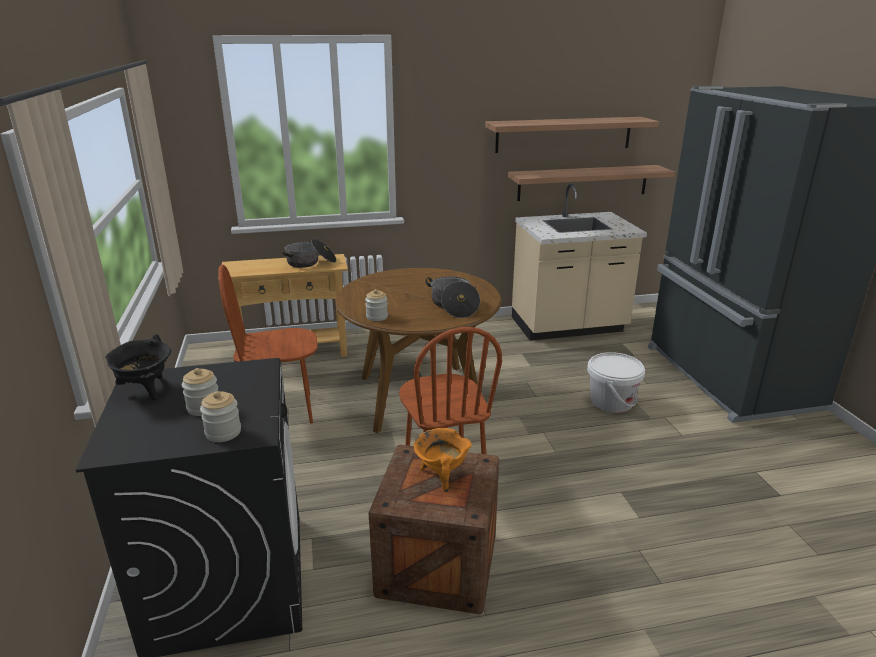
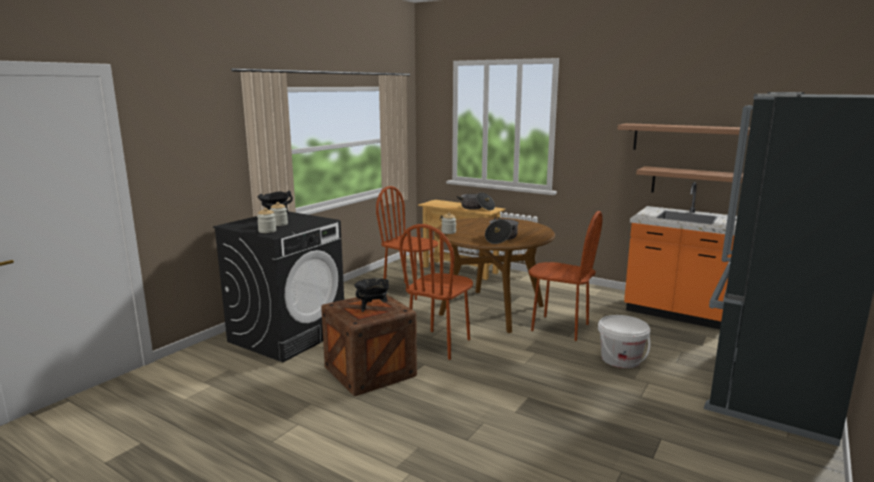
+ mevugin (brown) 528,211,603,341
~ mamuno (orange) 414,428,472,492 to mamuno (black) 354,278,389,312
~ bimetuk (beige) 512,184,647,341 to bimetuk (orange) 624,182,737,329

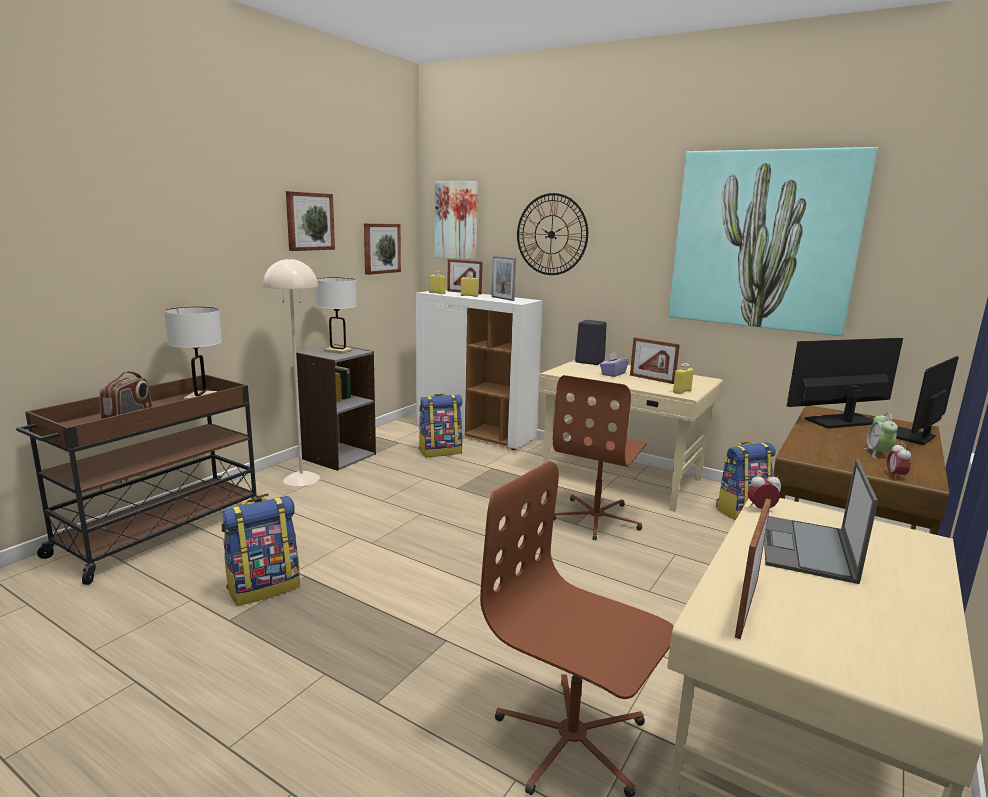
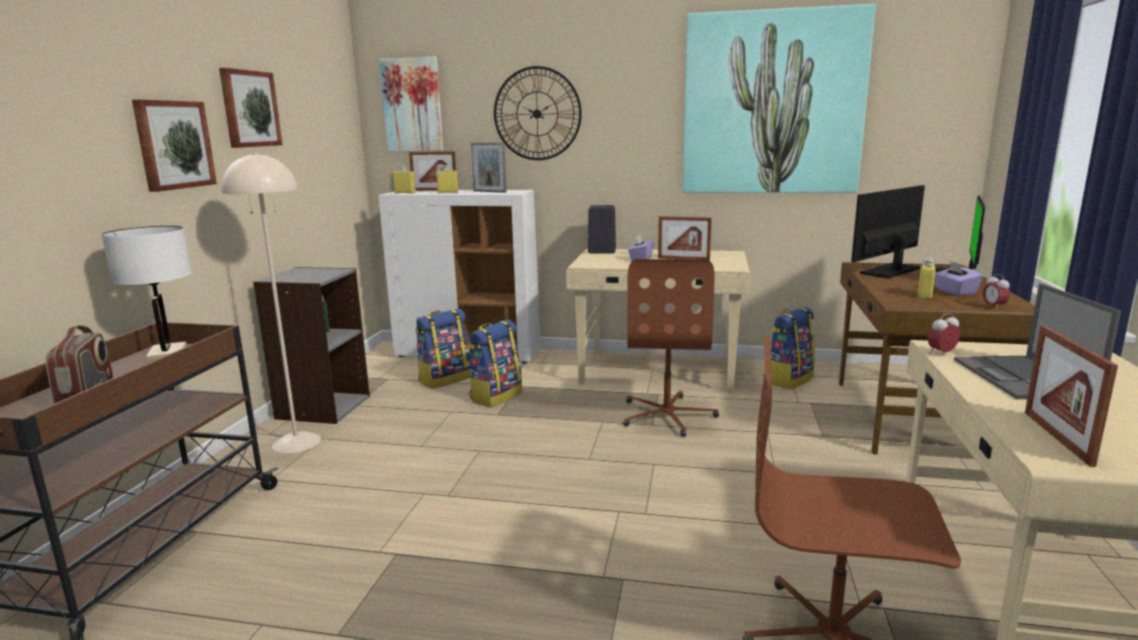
- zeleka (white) 315,277,357,354
~ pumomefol 221,496,300,606 to 468,320,522,407
~ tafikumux 364,223,401,275 to 132,100,217,192
~ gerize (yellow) 673,363,694,394 to 918,258,936,299
~ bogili 864,413,898,458 to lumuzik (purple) 935,261,982,296

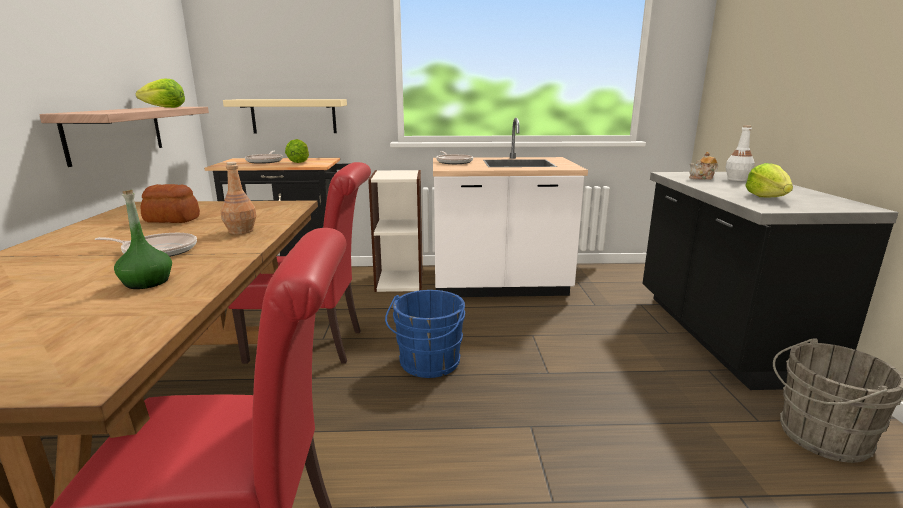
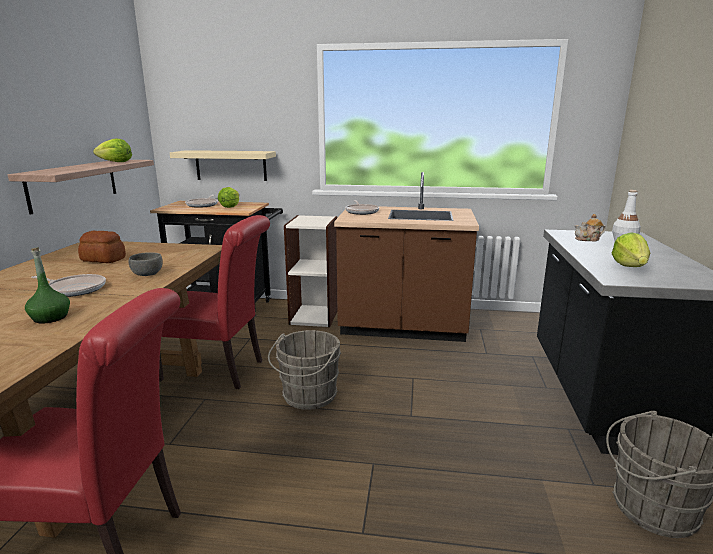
~ gerize (brown) 221,162,256,235 to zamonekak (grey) 129,252,163,276
~ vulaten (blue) 385,290,465,378 to vulaten (grey) 268,330,341,410
~ bimetuk (white) 433,118,588,297 to bimetuk (brown) 334,172,479,342

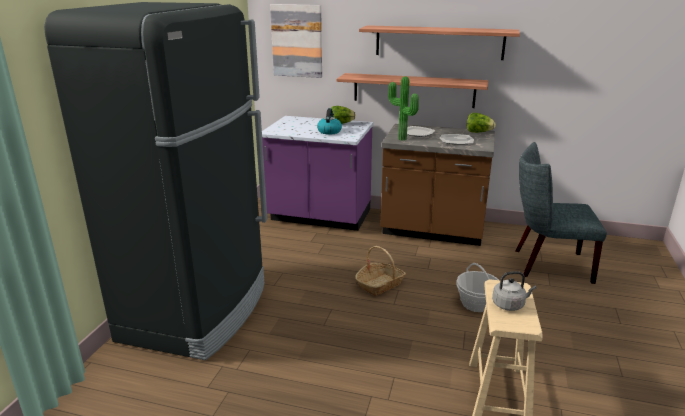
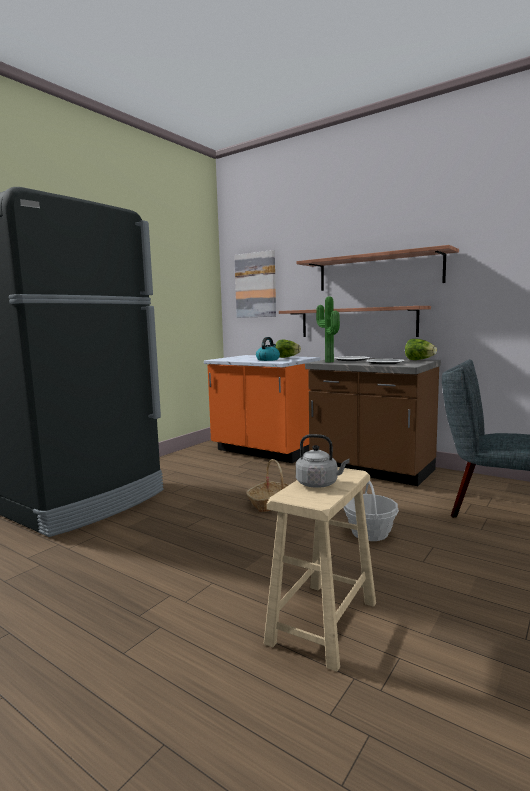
~ bimetuk (purple) 262,116,373,231 to bimetuk (orange) 204,355,321,463

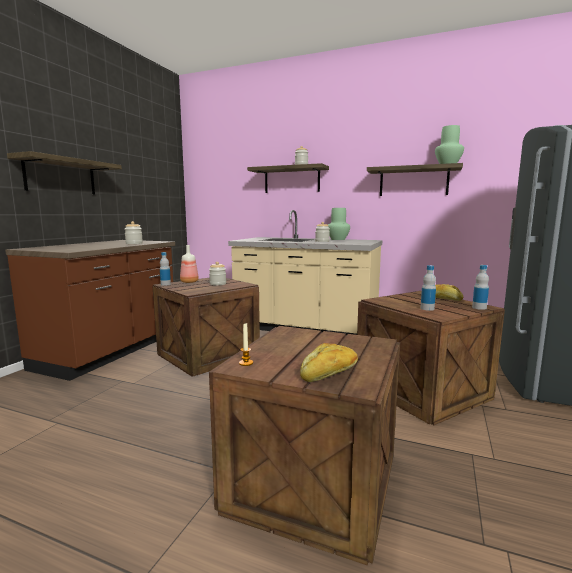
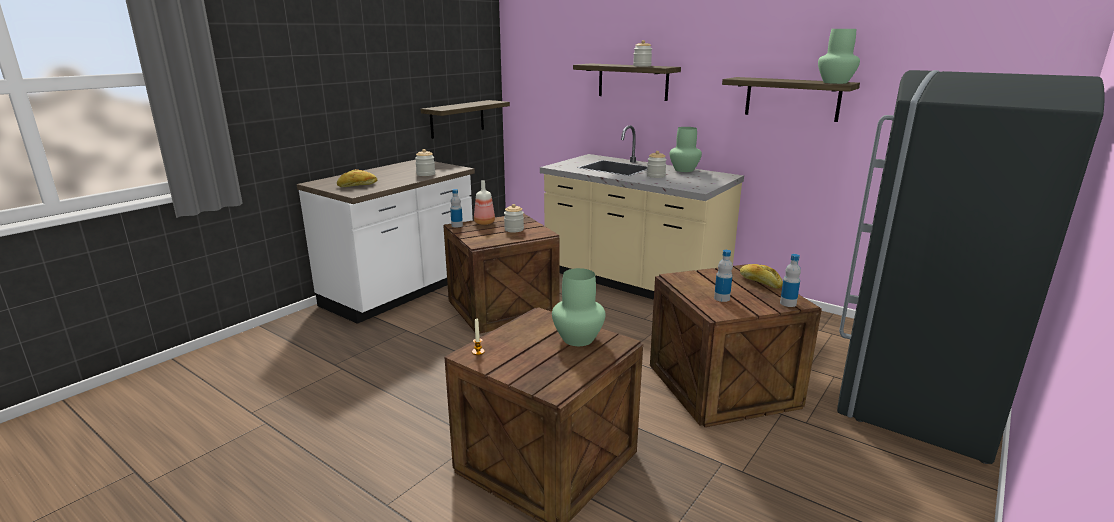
+ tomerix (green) 552,268,605,346
~ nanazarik 7,151,122,194 to 421,100,510,139
~ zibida 300,343,358,382 to 337,169,377,187
~ bimetuk (brown) 5,240,175,381 to bimetuk (white) 297,160,475,324

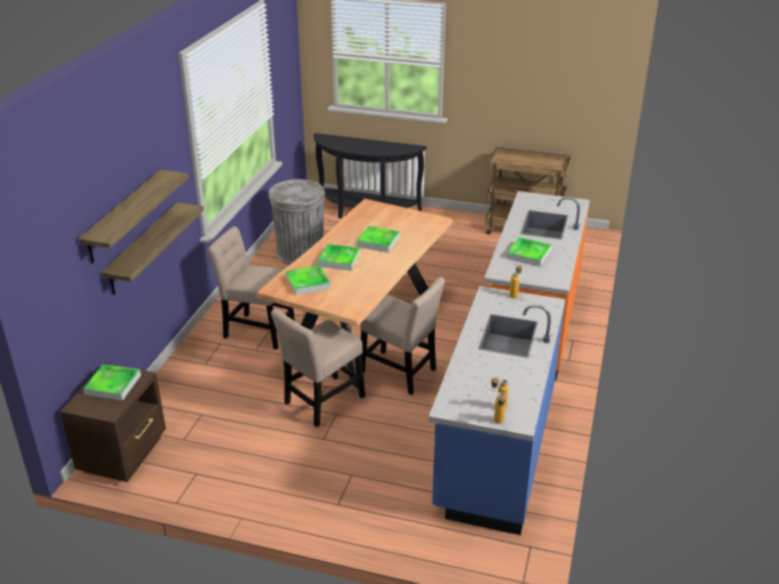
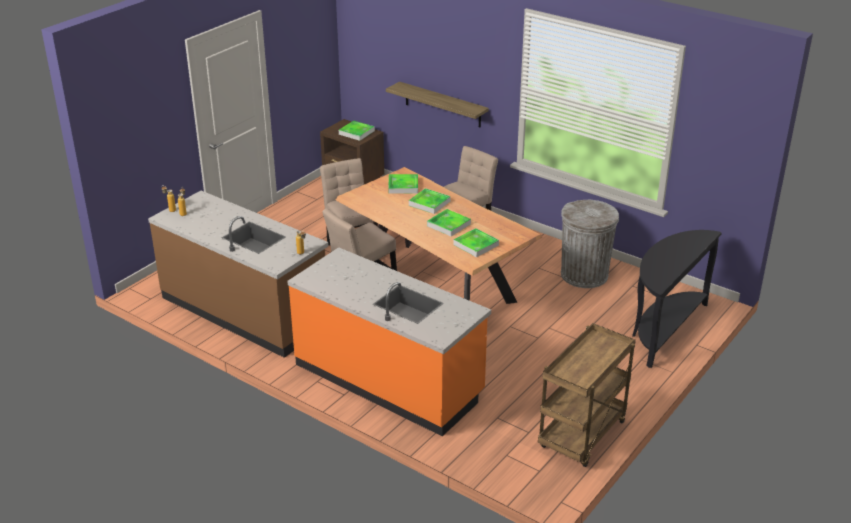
- nanazarik 78,170,189,263
~ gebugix 506,237,552,267 to 453,228,499,257
~ bimetuk (blue) 429,286,565,535 to bimetuk (brown) 148,191,329,358

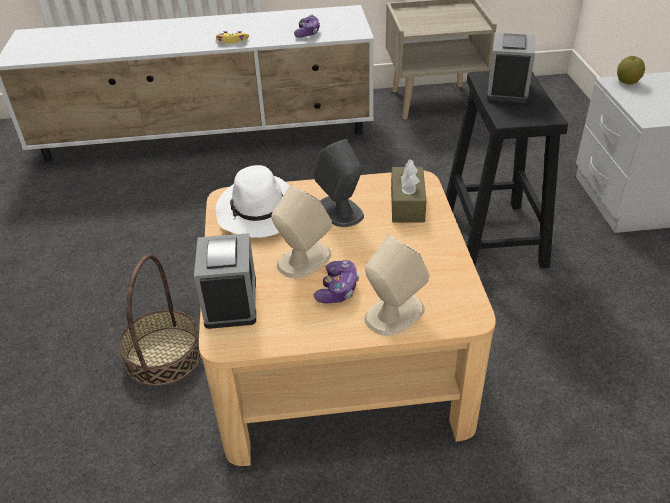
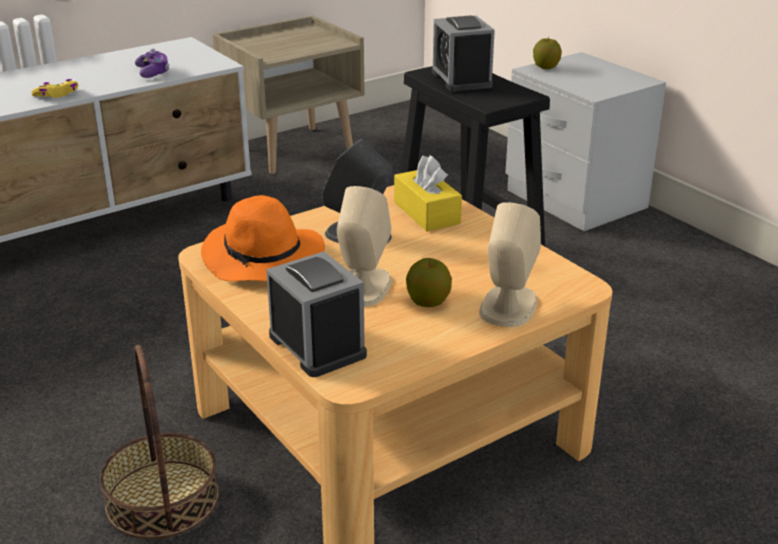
~ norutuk 314,260,359,303 to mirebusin 406,258,452,307
~ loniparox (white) 215,165,289,238 to loniparox (orange) 201,195,325,282
~ lumuzik (brown) 391,159,426,223 to lumuzik (yellow) 394,155,462,232

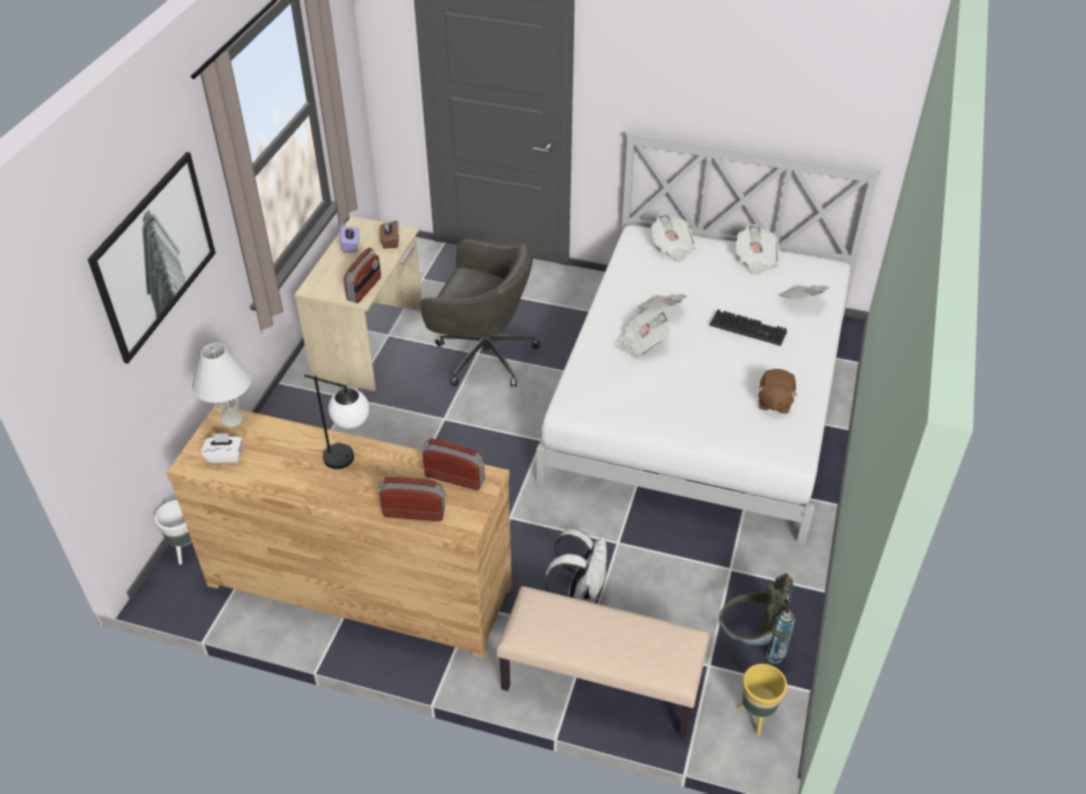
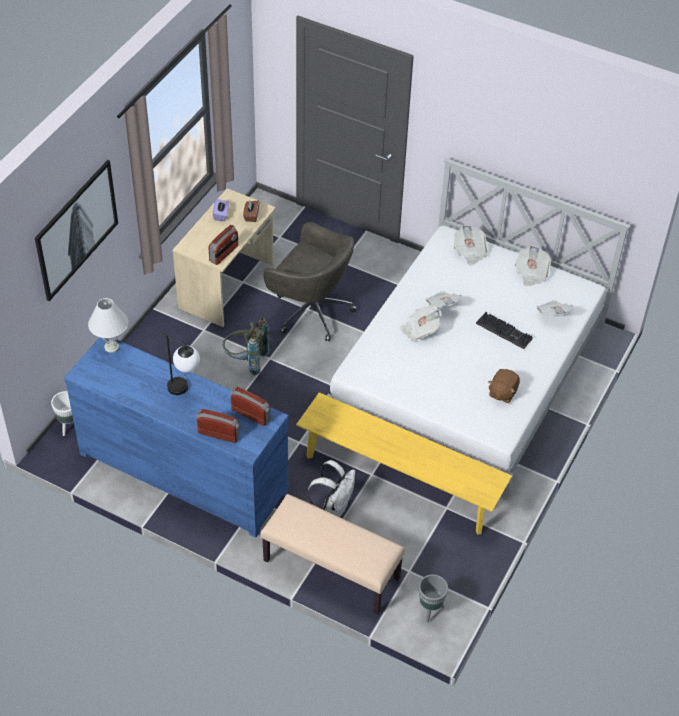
- lumuzik (white) 201,433,243,463
+ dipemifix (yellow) 296,392,512,535
~ pumomefol (grey) 719,573,795,664 to 222,317,270,375
~ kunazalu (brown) 166,404,512,658 to kunazalu (blue) 64,337,289,538
~ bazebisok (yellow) 738,664,787,735 to bazebisok (grey) 419,575,448,622

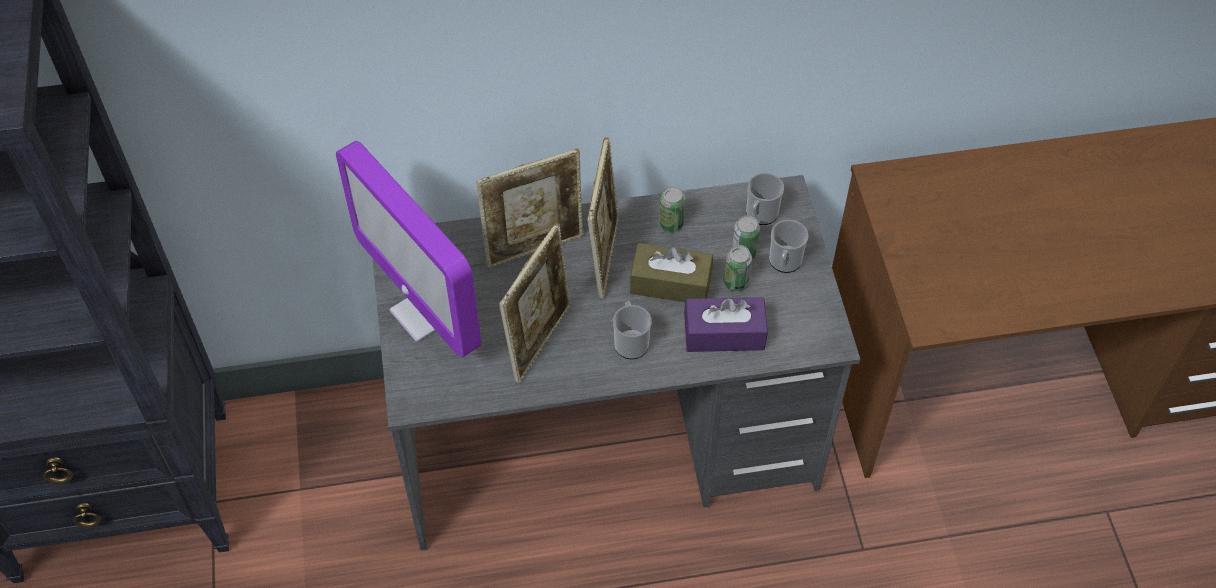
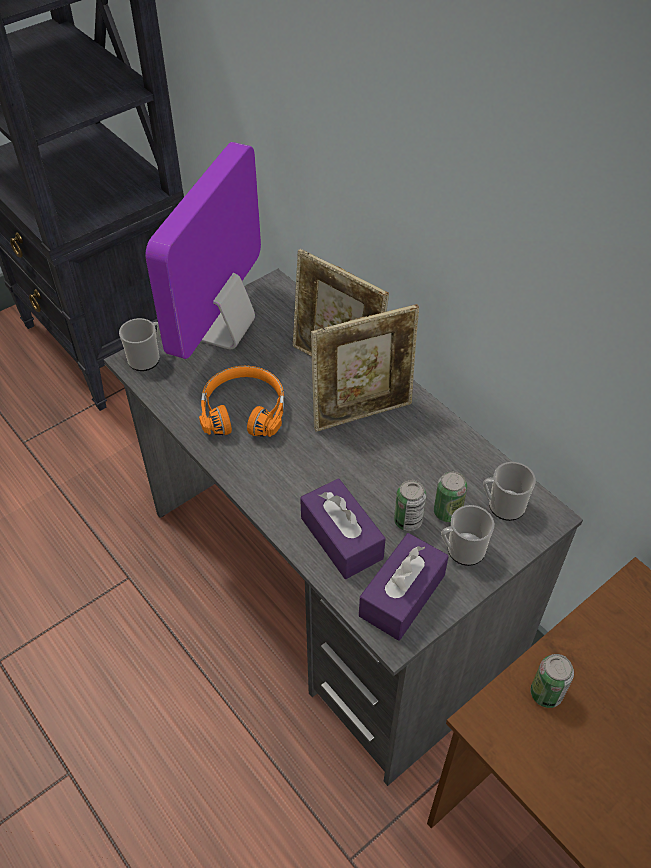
- lumuzik (brown) 630,243,713,302
+ lumuzik (purple) 359,533,449,641
~ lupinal 613,301,652,359 to 119,318,160,371
~ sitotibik 659,186,685,232 to 530,654,574,708
~ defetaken 499,223,571,383 to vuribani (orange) 199,366,284,437

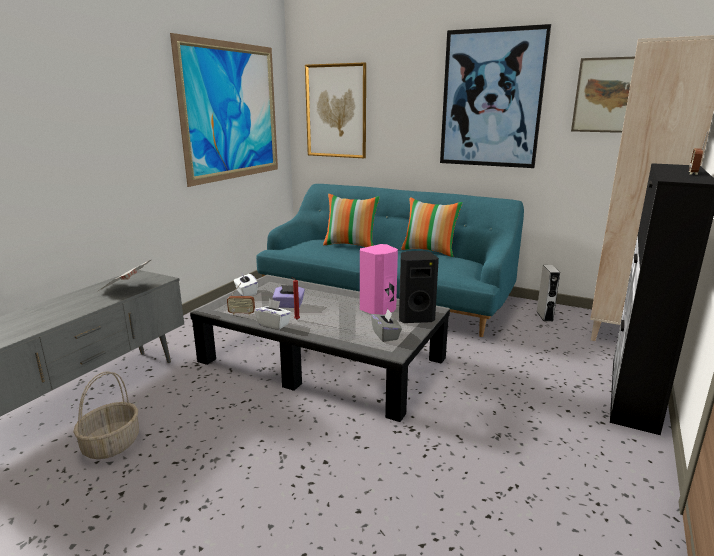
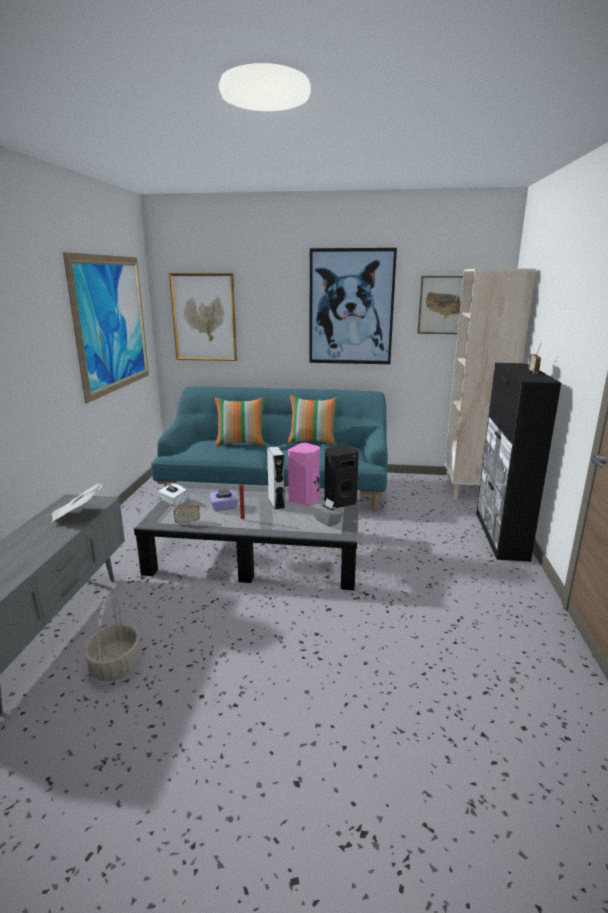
- lumuzik (white) 254,299,292,329
~ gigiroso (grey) 536,265,560,321 to 267,447,285,510

